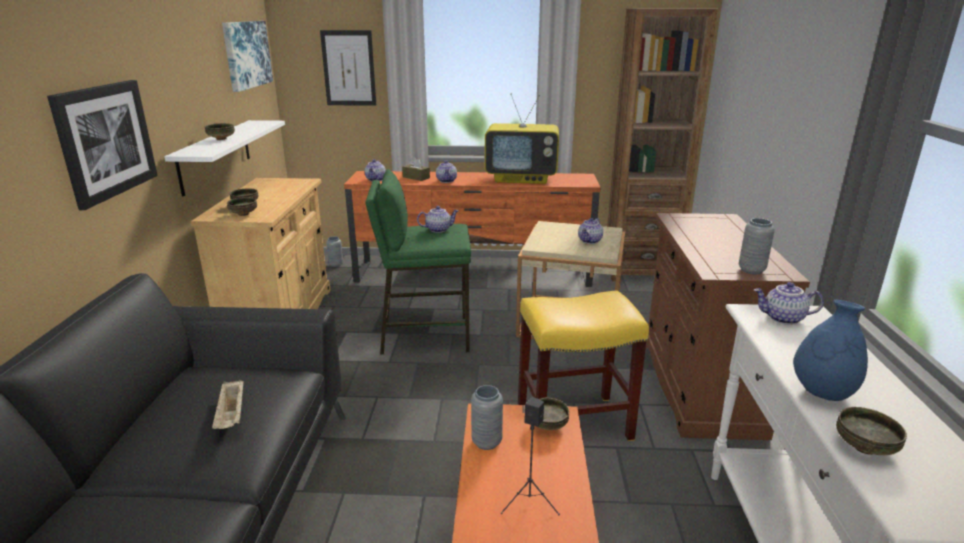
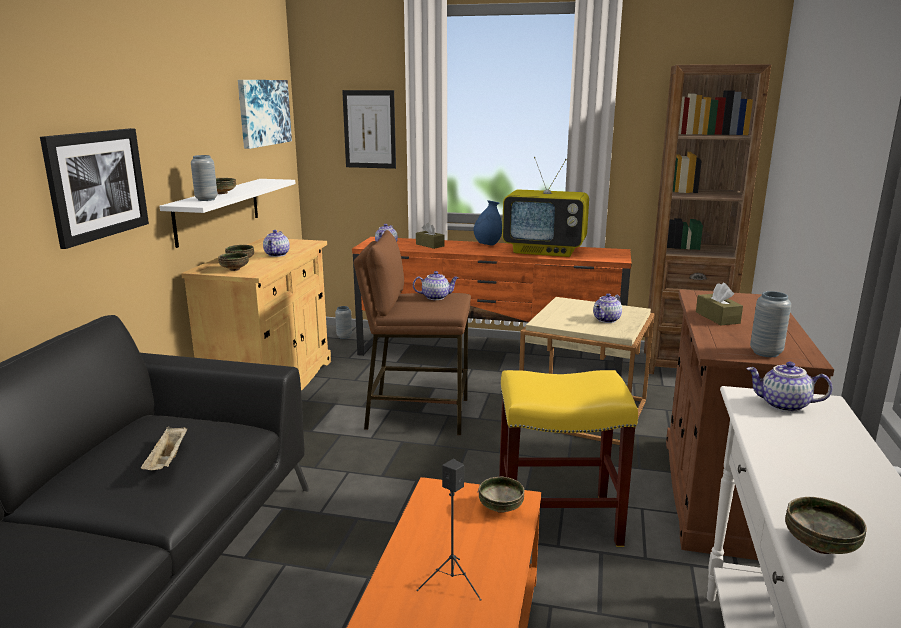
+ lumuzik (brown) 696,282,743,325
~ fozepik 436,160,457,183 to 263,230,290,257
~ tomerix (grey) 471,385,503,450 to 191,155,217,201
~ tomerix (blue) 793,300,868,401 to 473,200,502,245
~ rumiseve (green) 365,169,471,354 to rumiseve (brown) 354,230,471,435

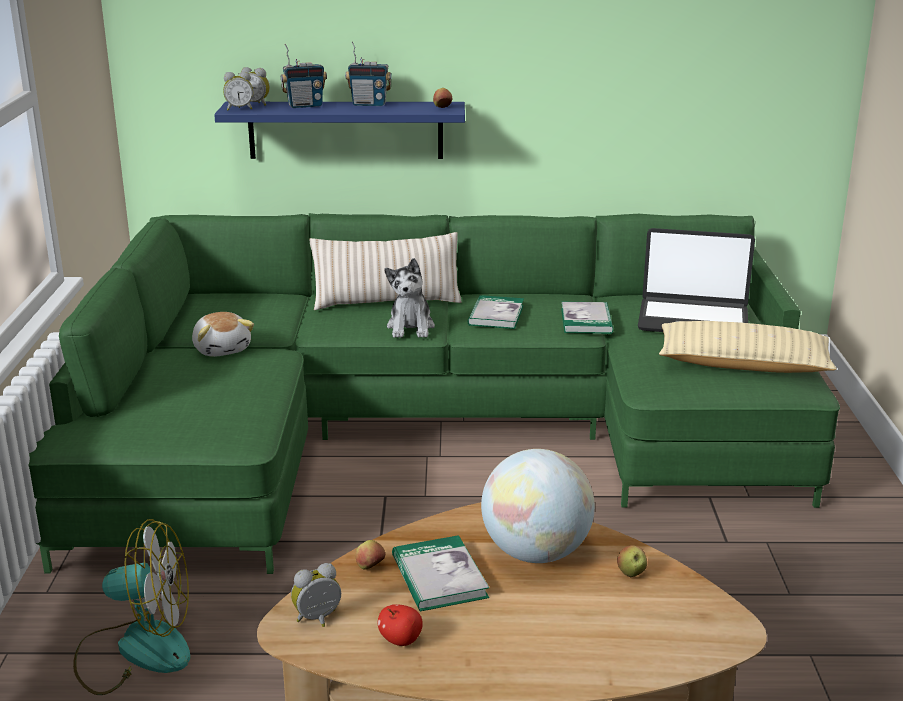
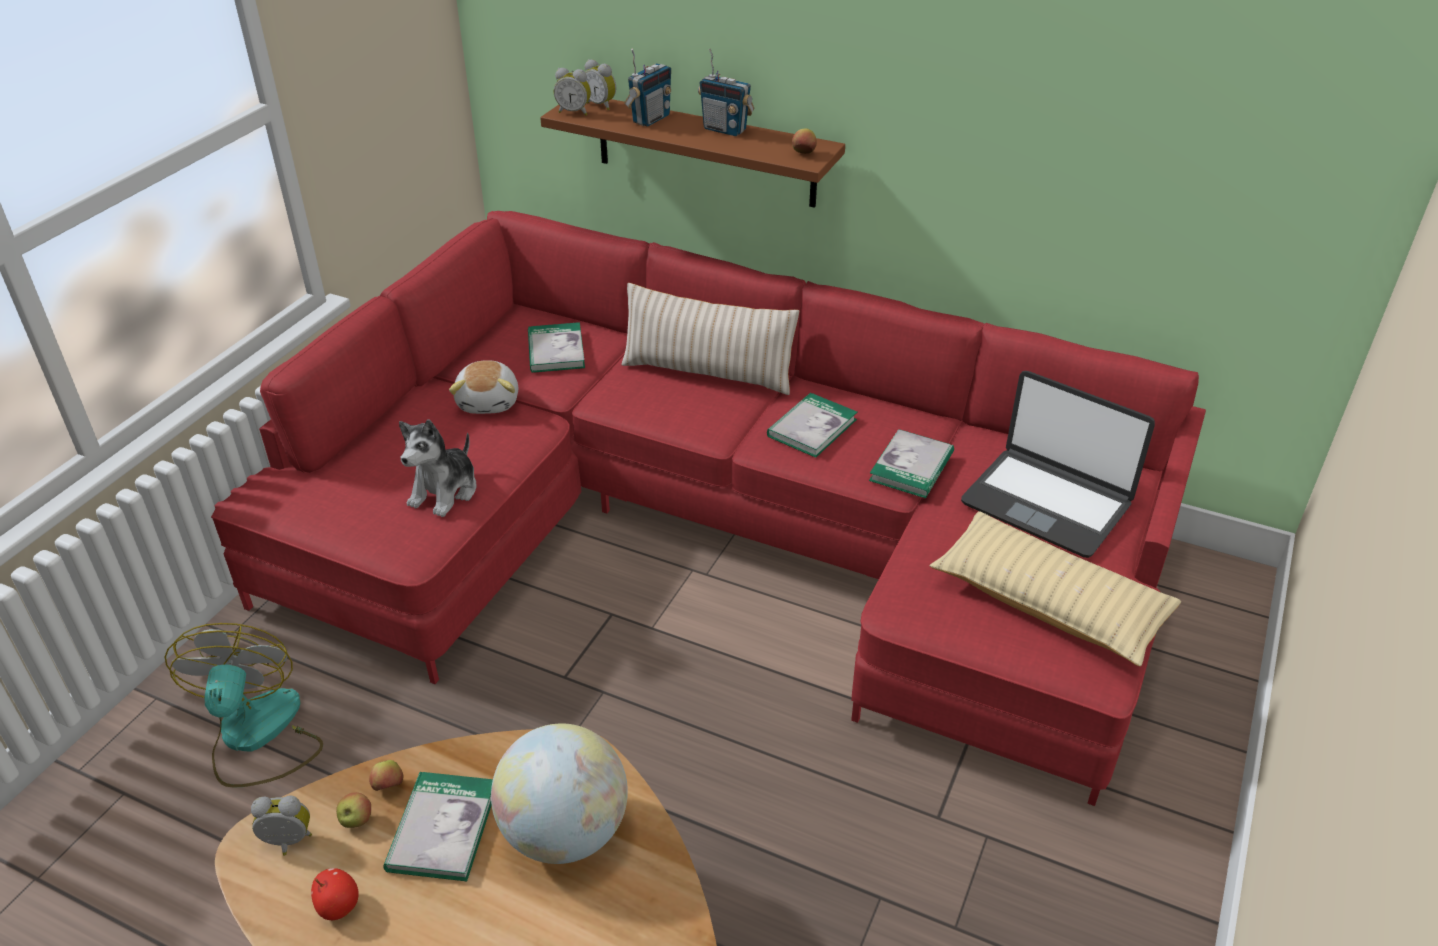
+ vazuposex 528,322,585,373
~ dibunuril 384,258,435,338 to 399,419,477,517
~ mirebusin 617,545,647,577 to 336,793,371,828
~ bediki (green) 29,213,840,574 to bediki (red) 211,211,1206,806
~ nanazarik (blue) 214,102,465,159 to nanazarik (brown) 540,99,845,208
~ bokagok 73,519,190,695 = 165,623,323,788 120 degrees counterclockwise
~ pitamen 281,44,327,108 = 624,49,671,127 60 degrees counterclockwise

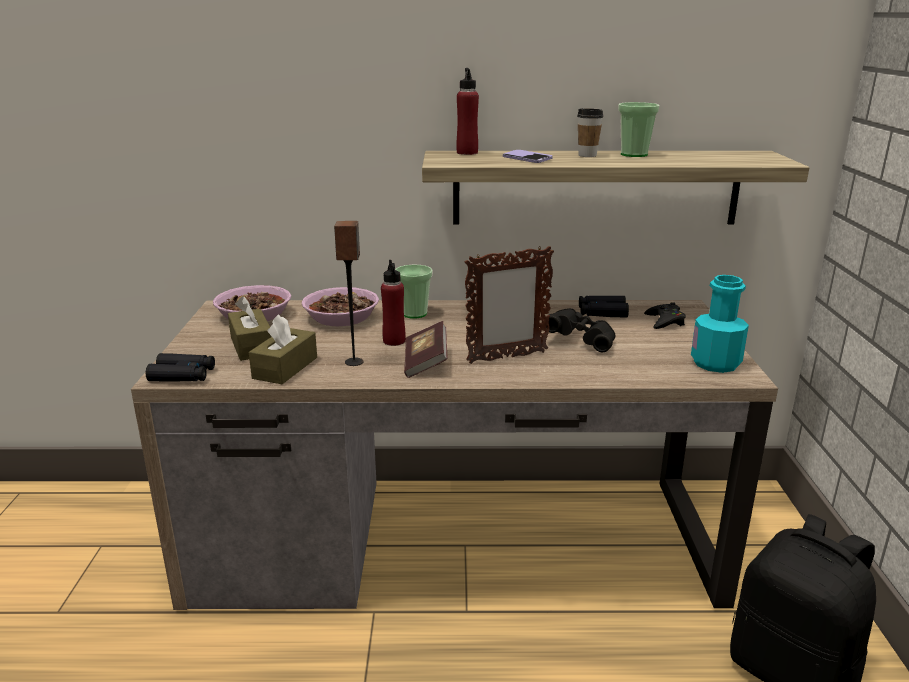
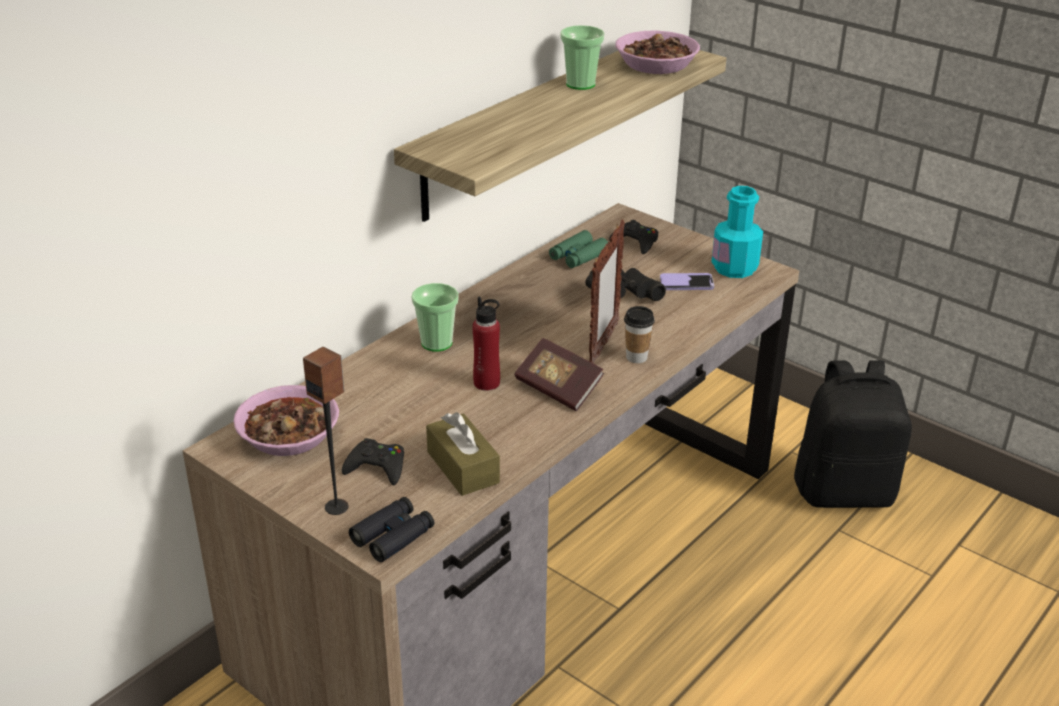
- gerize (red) 456,68,479,155
~ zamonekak 302,287,379,326 to 616,31,700,74
~ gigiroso 334,221,363,366 to 303,346,349,515
~ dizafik 503,150,552,163 to 660,273,714,290
~ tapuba 577,108,603,157 to 624,306,655,363
~ lumuzik (brown) 228,296,272,361 to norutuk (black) 342,438,404,485
~ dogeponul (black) 579,296,629,318 to dogeponul (green) 549,230,608,268

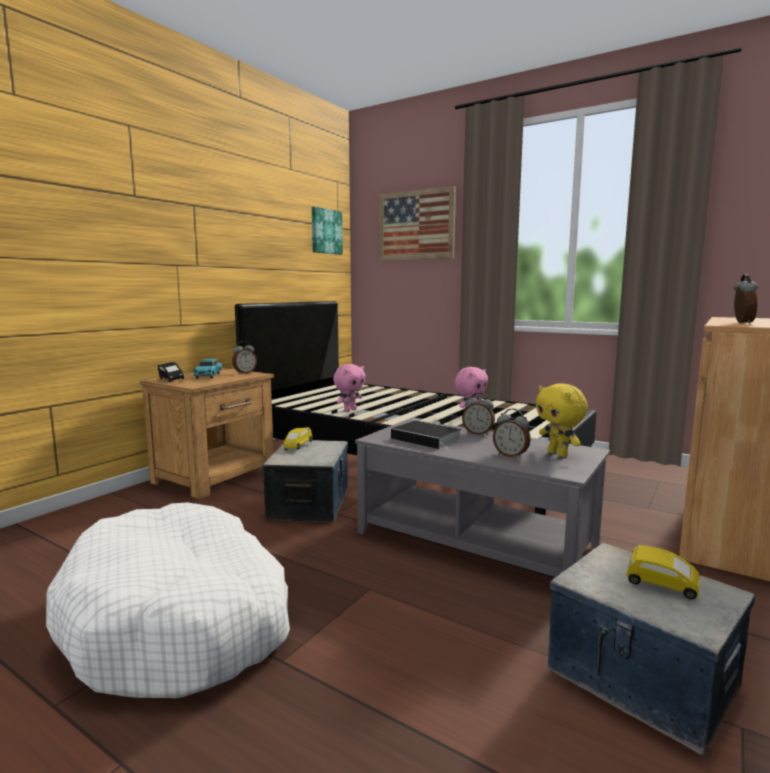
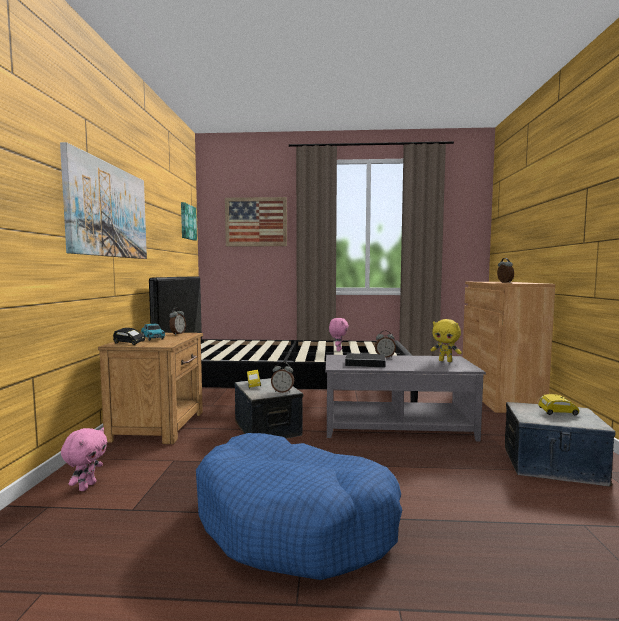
+ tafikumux 60,142,147,259
~ dibunuril (pink) 333,364,366,412 to 61,428,107,491
~ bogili 493,409,531,458 to 271,362,294,393
~ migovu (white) 46,502,290,698 to migovu (blue) 196,433,402,580

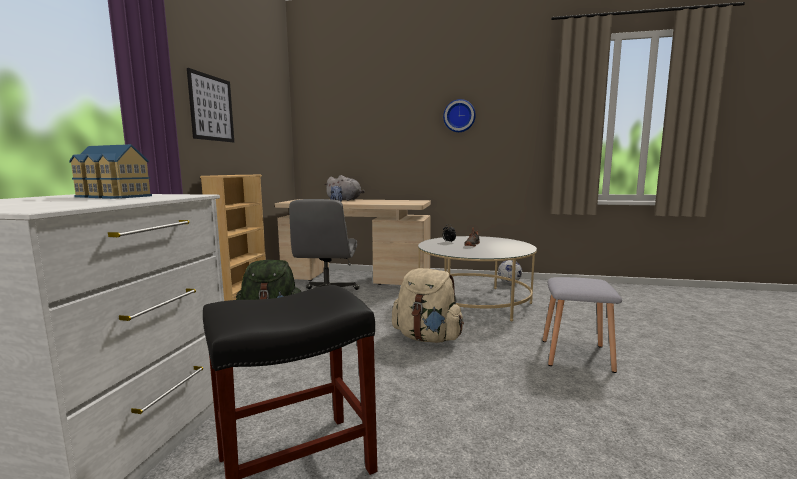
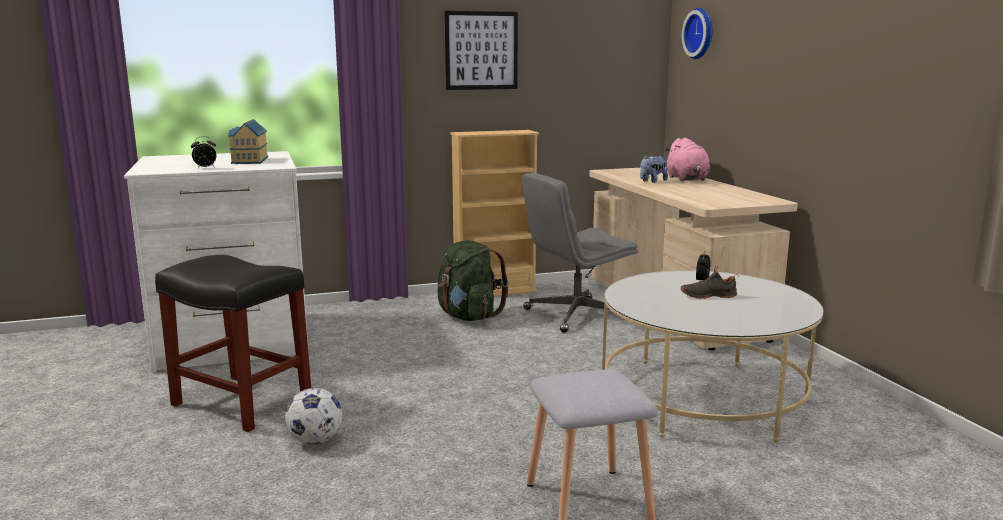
- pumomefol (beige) 392,268,464,343
+ bogili 191,136,216,169
~ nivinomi 443,99,476,132 to 682,8,713,59
~ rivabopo 498,260,522,283 to 285,388,342,445
~ dibunuril (grey) 324,175,365,201 to dibunuril (pink) 665,138,710,181

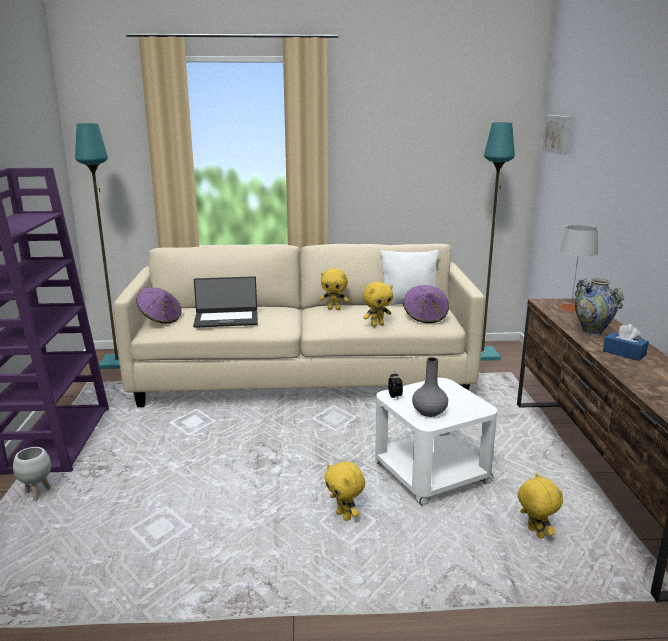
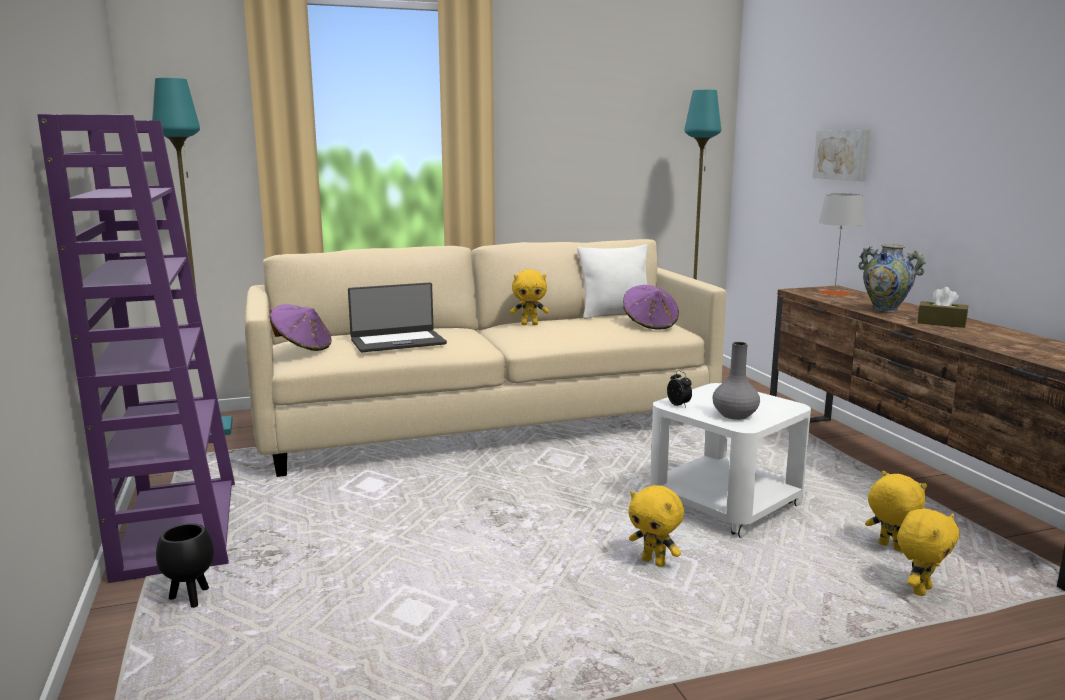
~ dibunuril (yellow) 363,282,393,327 to 897,509,960,596
~ tafikumux 542,115,572,155 to 813,130,871,181
~ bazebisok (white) 13,447,51,501 to bazebisok (black) 156,523,214,608
~ lumuzik (blue) 603,324,649,361 to lumuzik (brown) 917,287,968,328

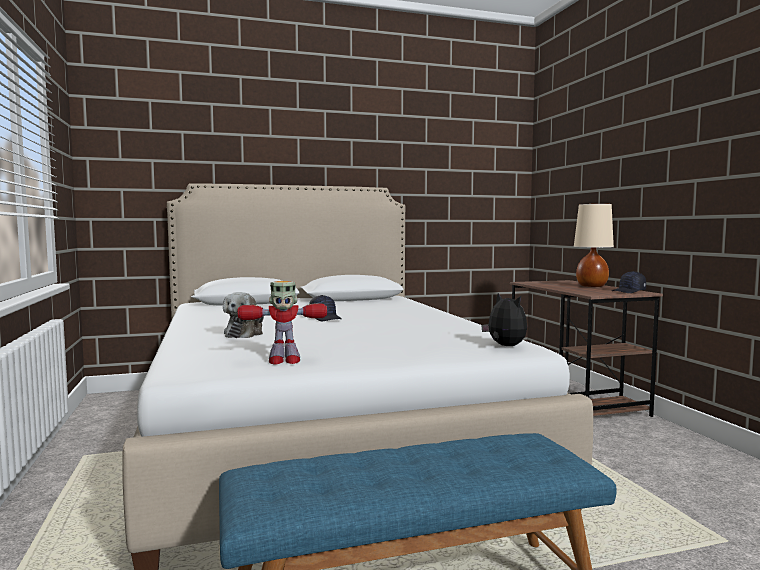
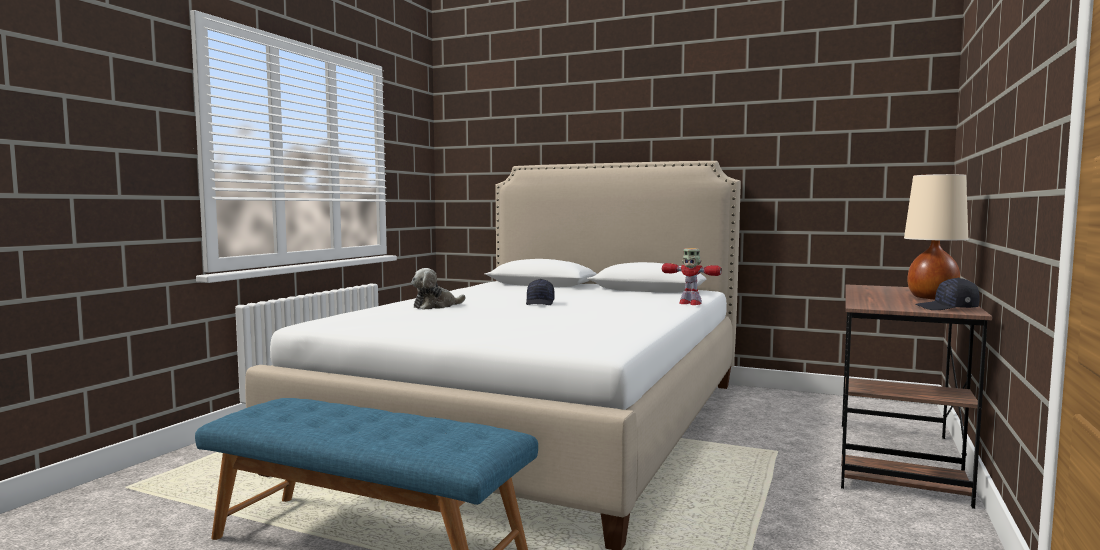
- dibunuril 481,293,527,346
~ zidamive 237,281,327,365 to 662,248,722,305

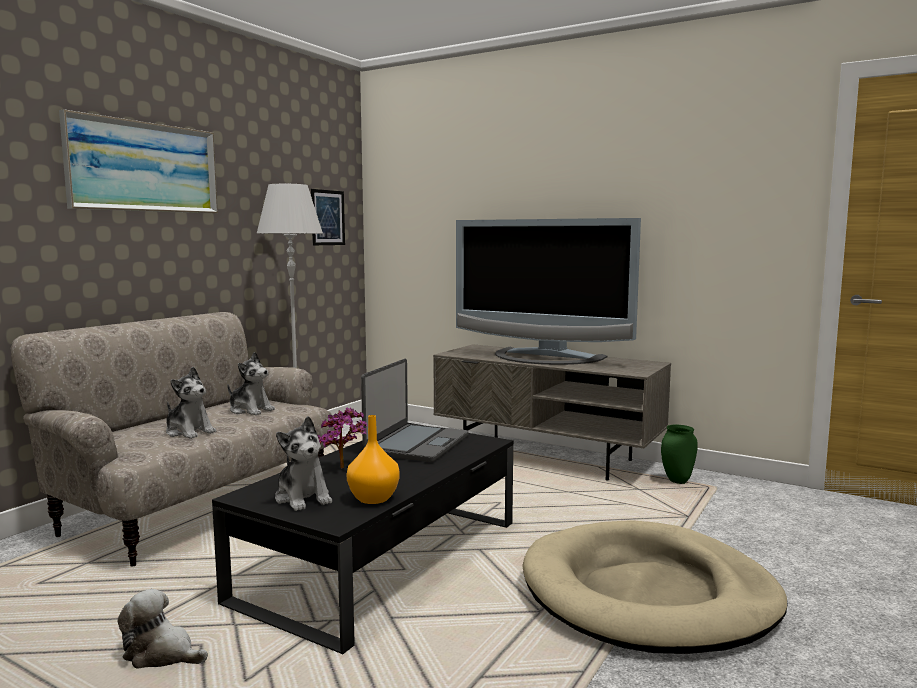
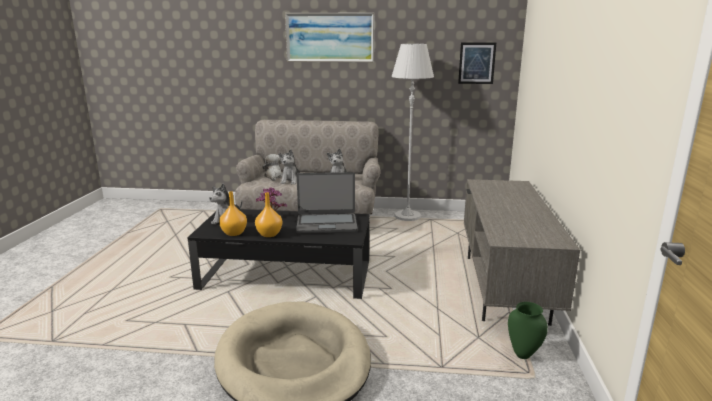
- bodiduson 456,218,641,365
+ tomerix (orange) 255,192,282,237
~ dibunuril 118,589,208,668 to 262,154,283,181

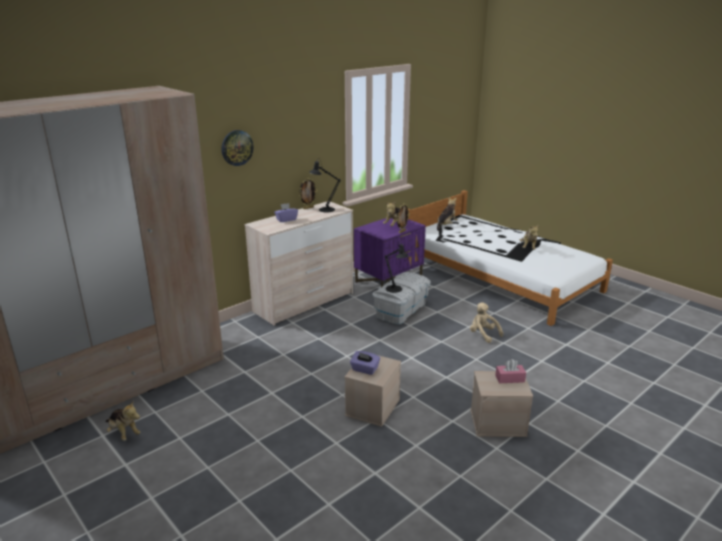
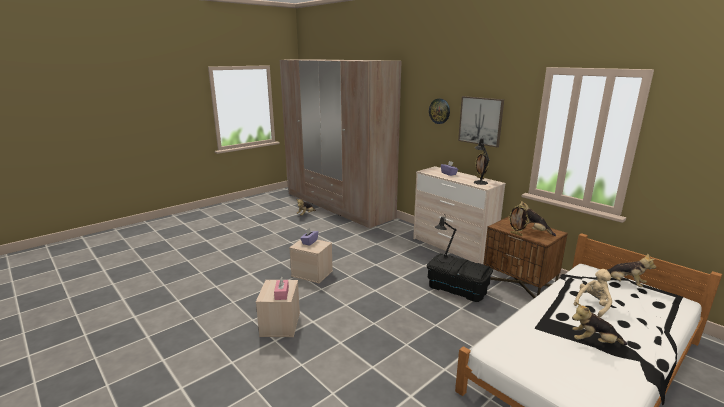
+ tafikumux 458,96,504,147
~ dibunuril (beige) 470,302,504,343 to 574,269,612,317
~ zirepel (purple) 354,218,426,287 to zirepel (brown) 483,217,568,298
~ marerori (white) 372,272,431,324 to marerori (black) 427,253,493,302

